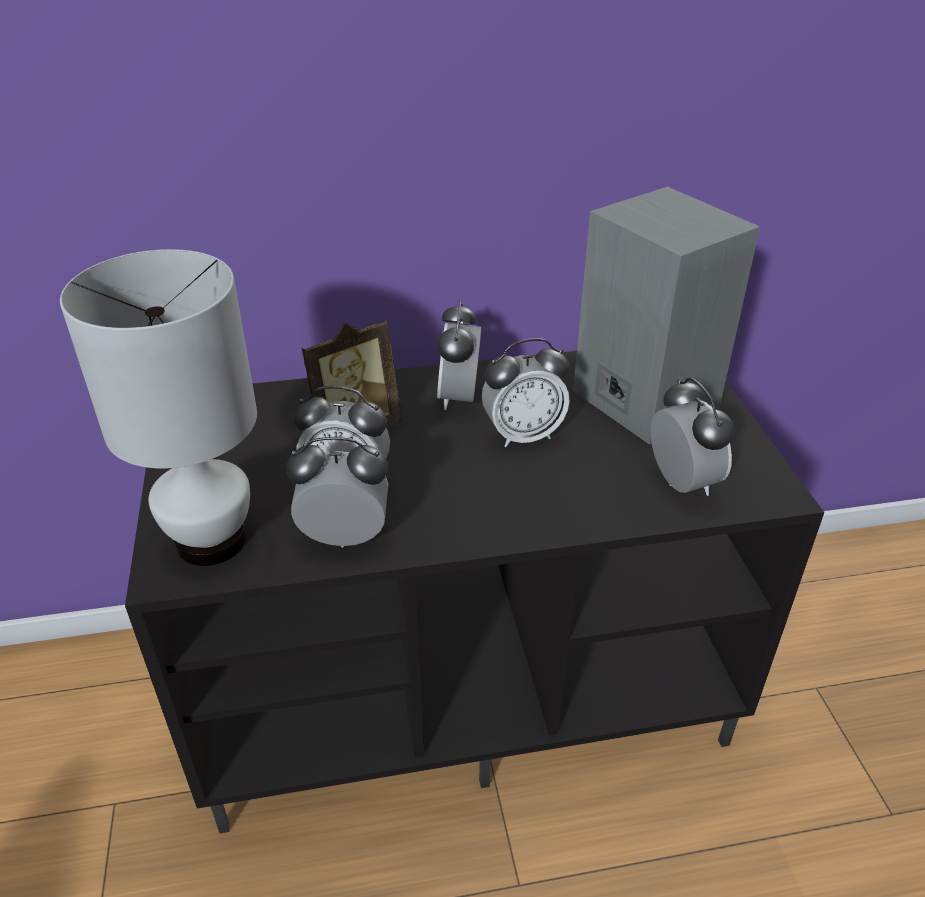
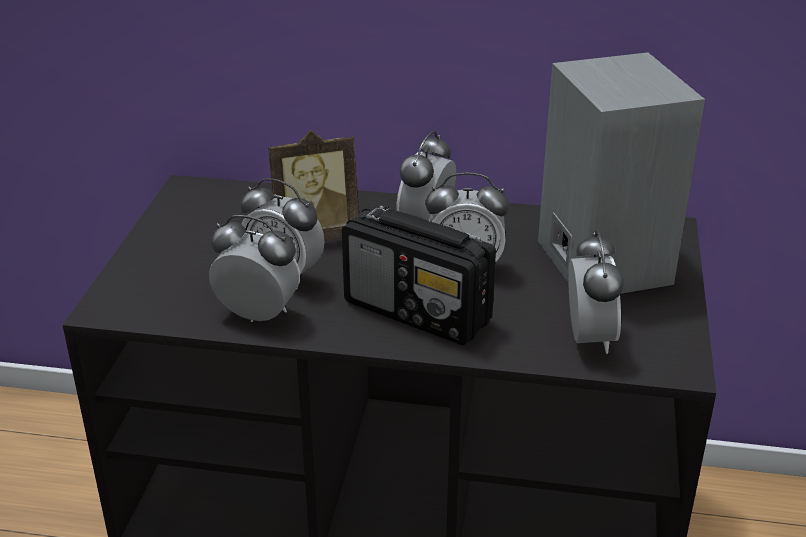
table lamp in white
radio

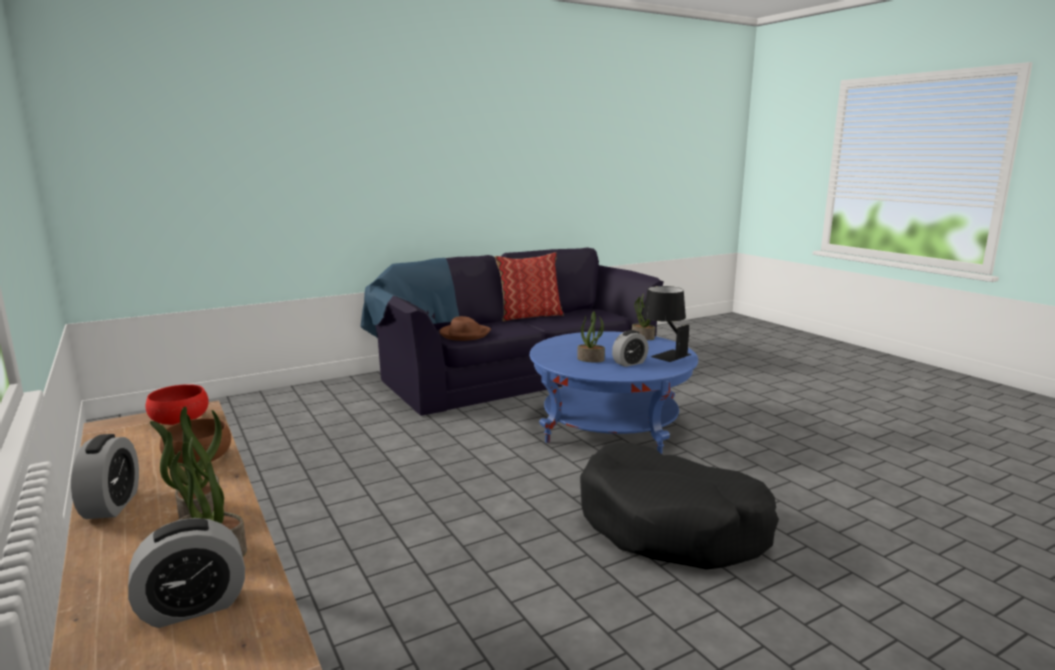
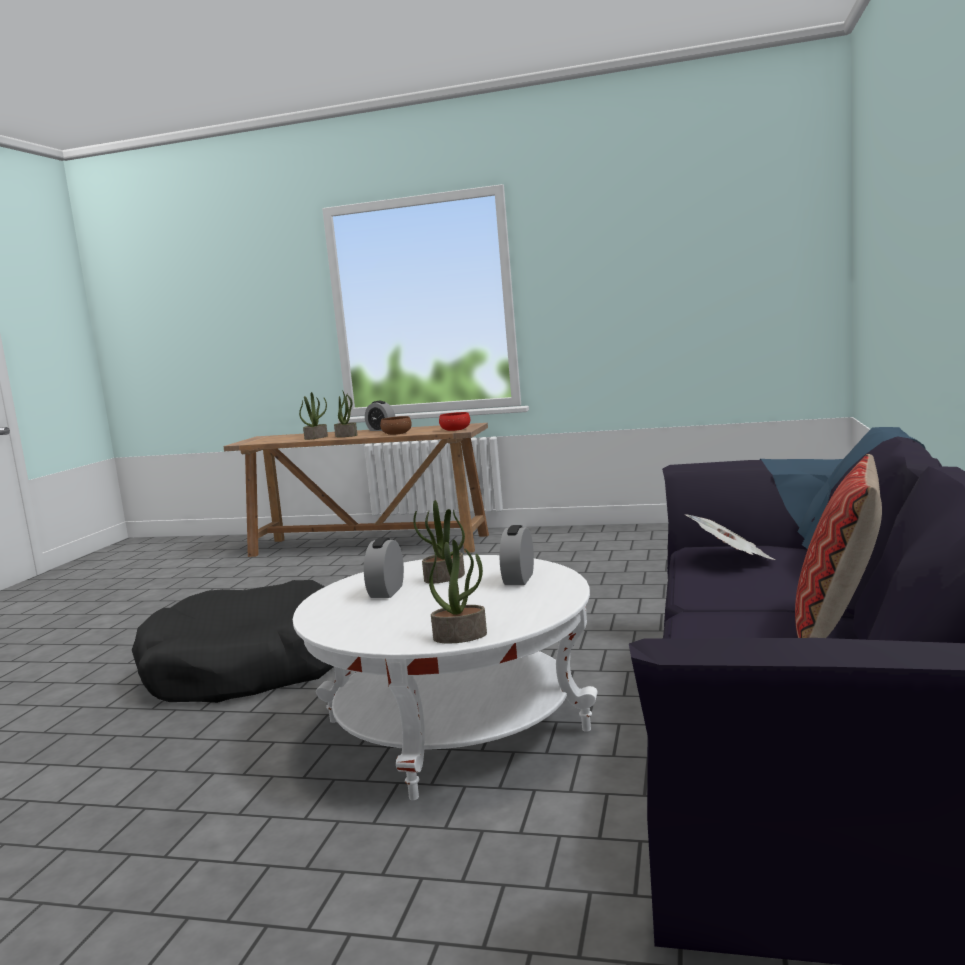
table lamp in black
newspaper
coffee table in white
alarm clock (no. 3 from left)

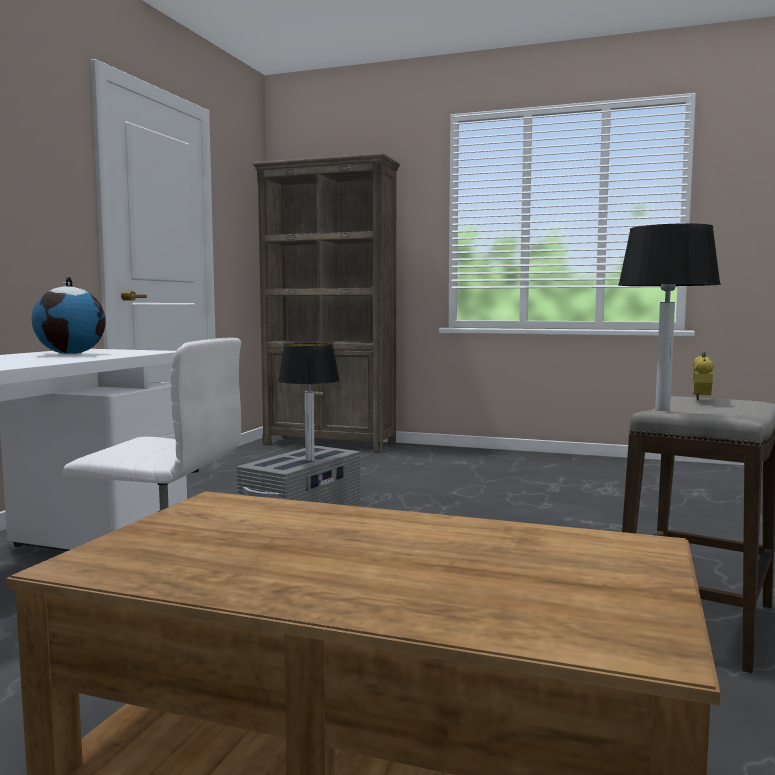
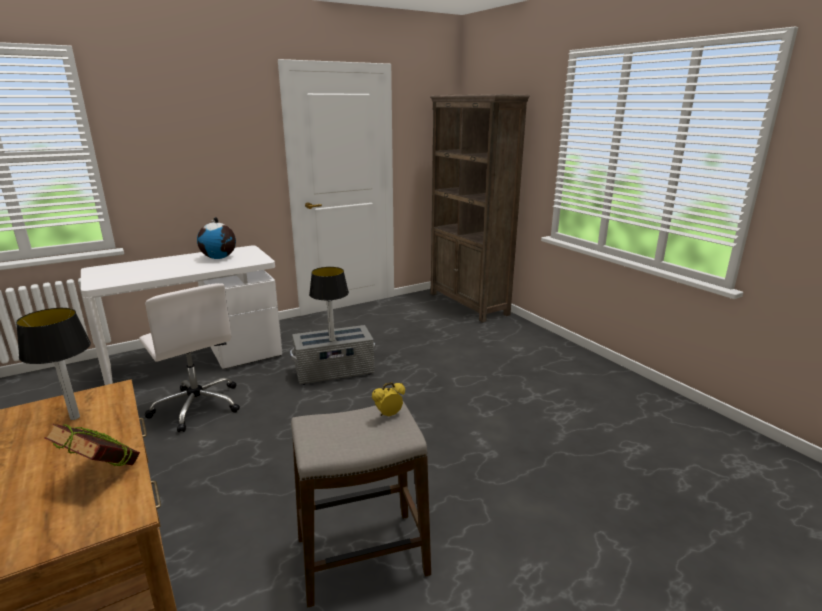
table lamp (no. 1 from left)
book

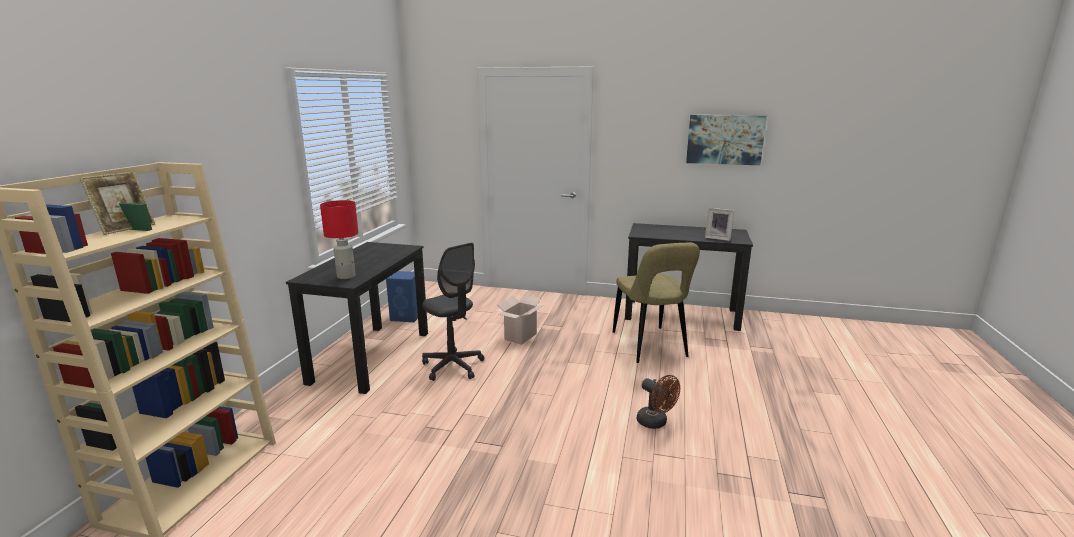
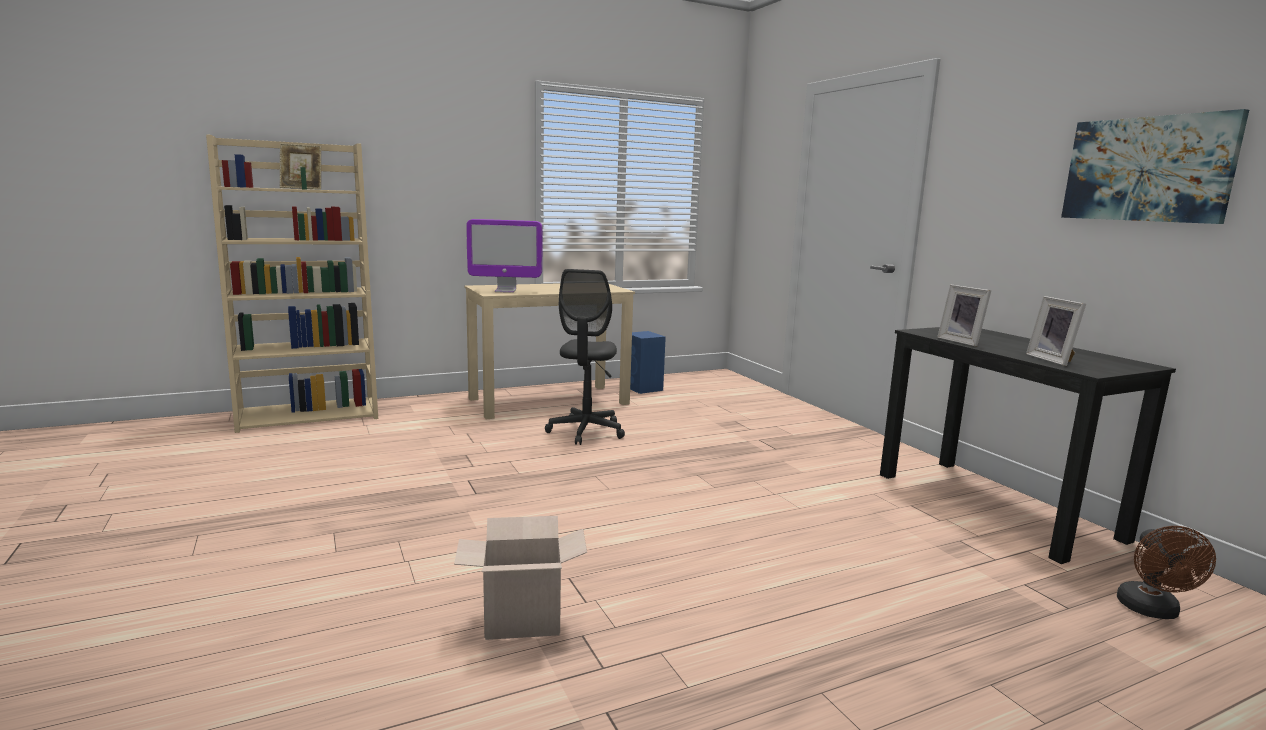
monitor
desk in beige
chair in beige
cardboard box
fan in brown
picture frame (no. 2 from left)

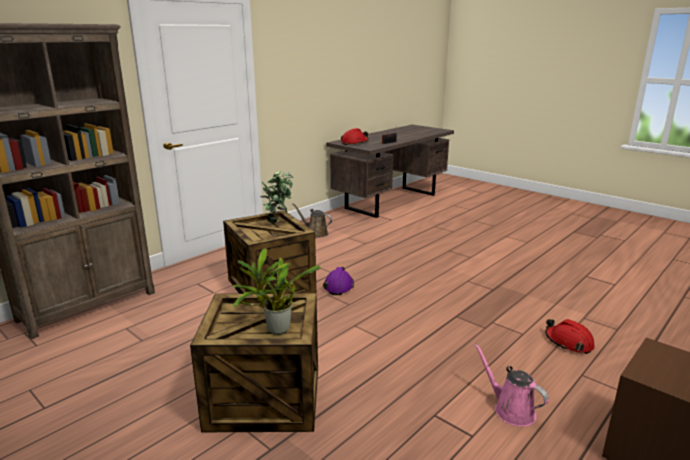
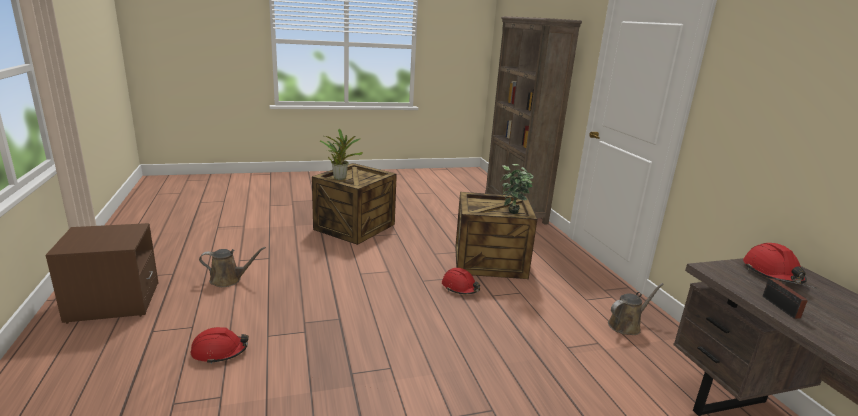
hard hat in red (no. 2 from left)
watering can in brown (no. 1 from left)

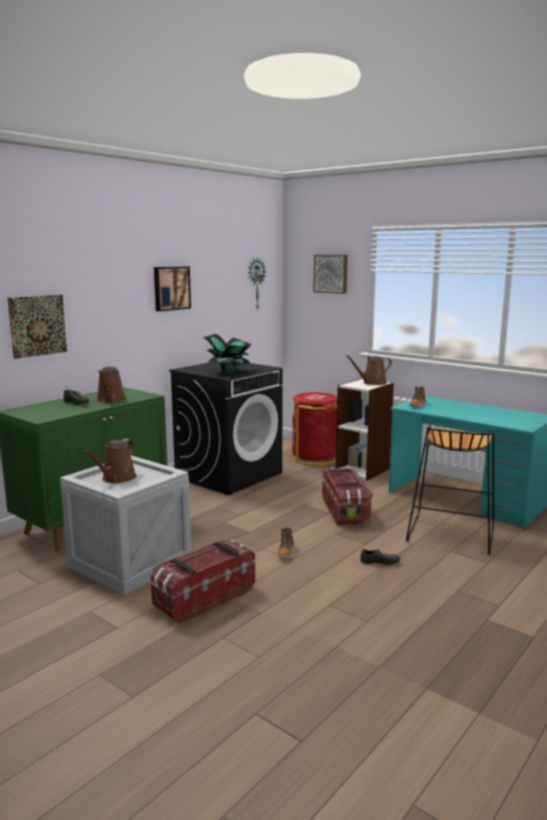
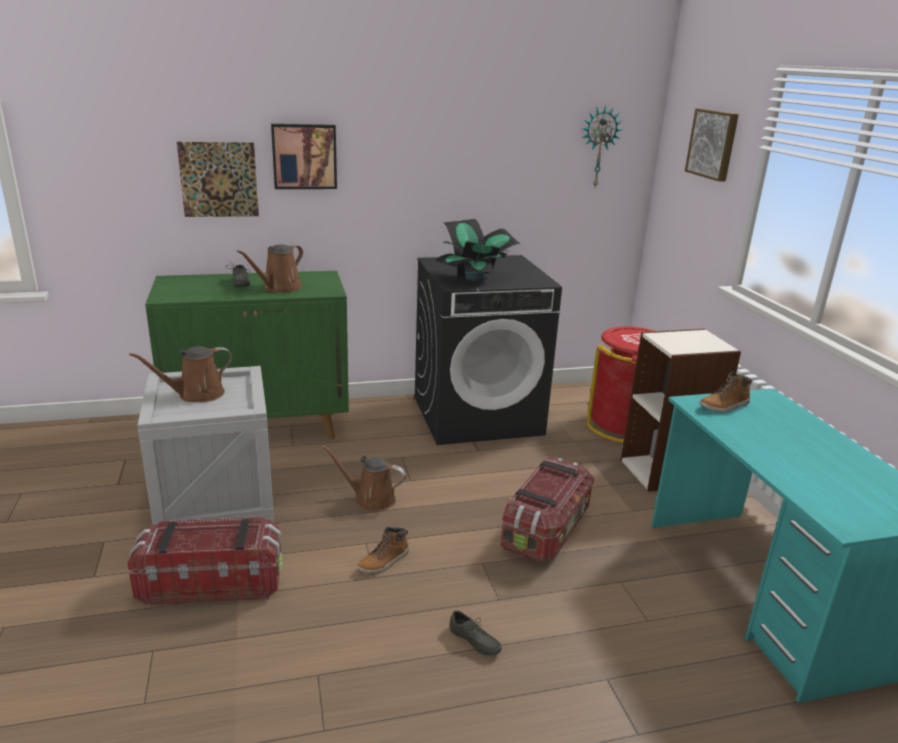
picture (no. 2 from left)
watering can in brown (no. 3 from left)
stool in black

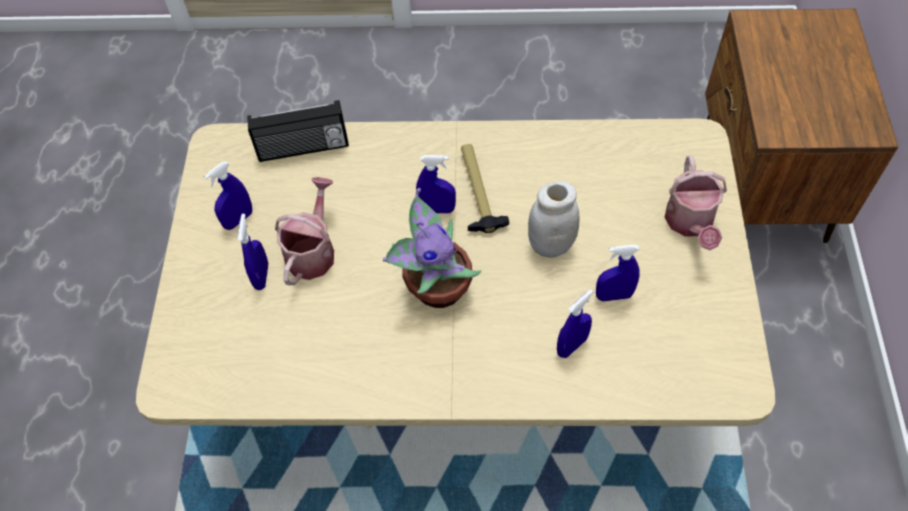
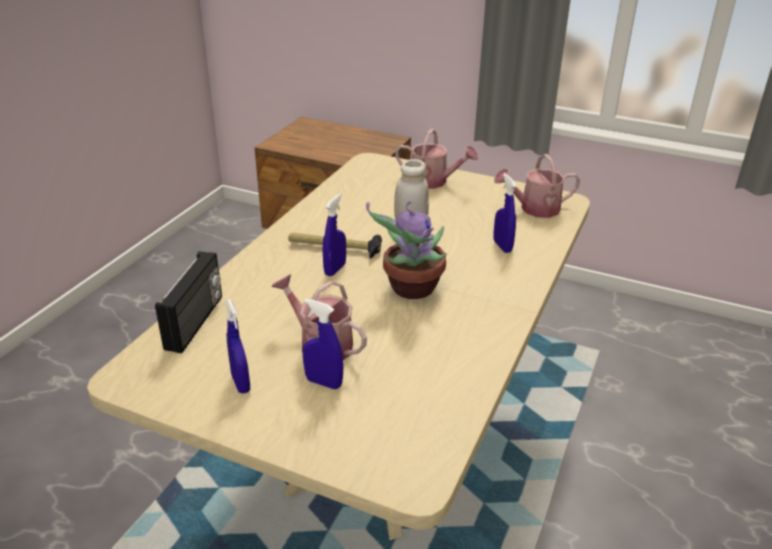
spray bottle in blue (no. 5 from left in the first image)
watering can (no. 3 from left)

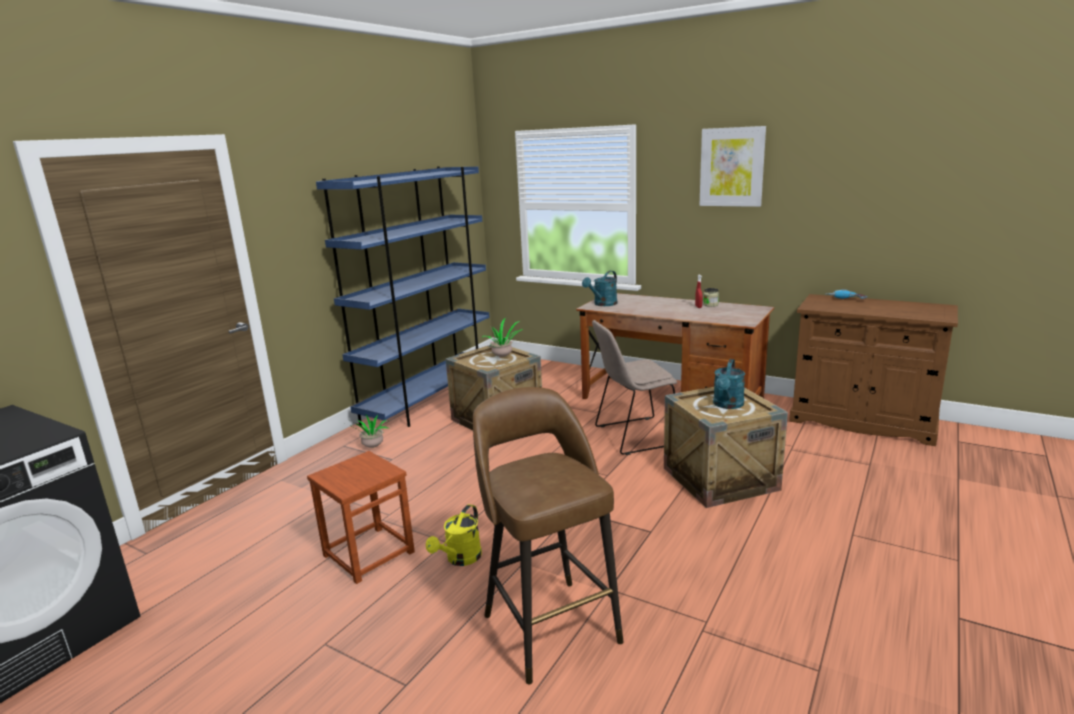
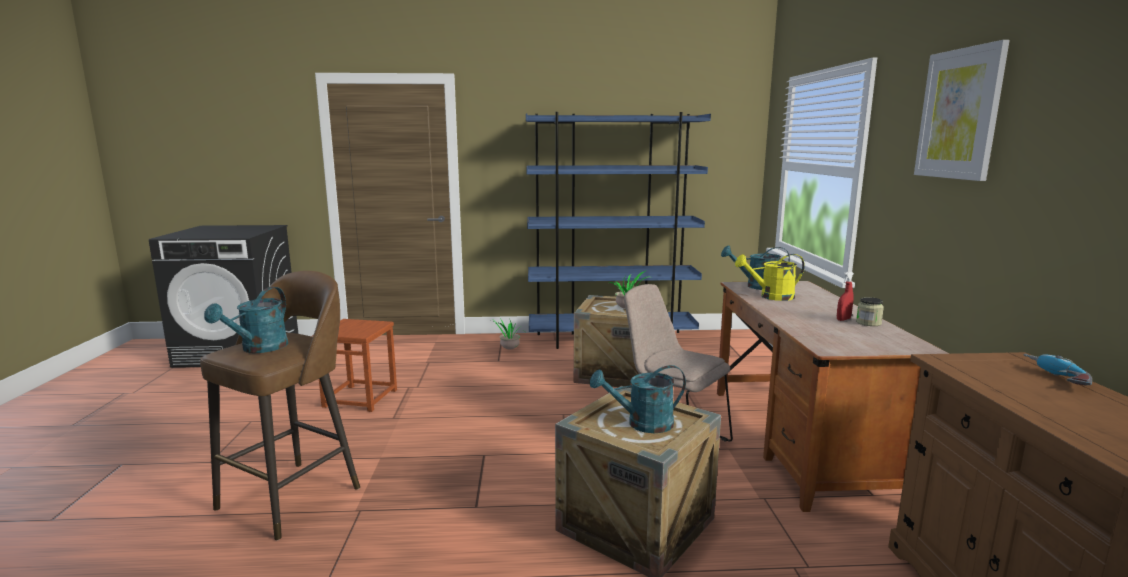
watering can in yellow
watering can in turquoise (no. 1 from left)

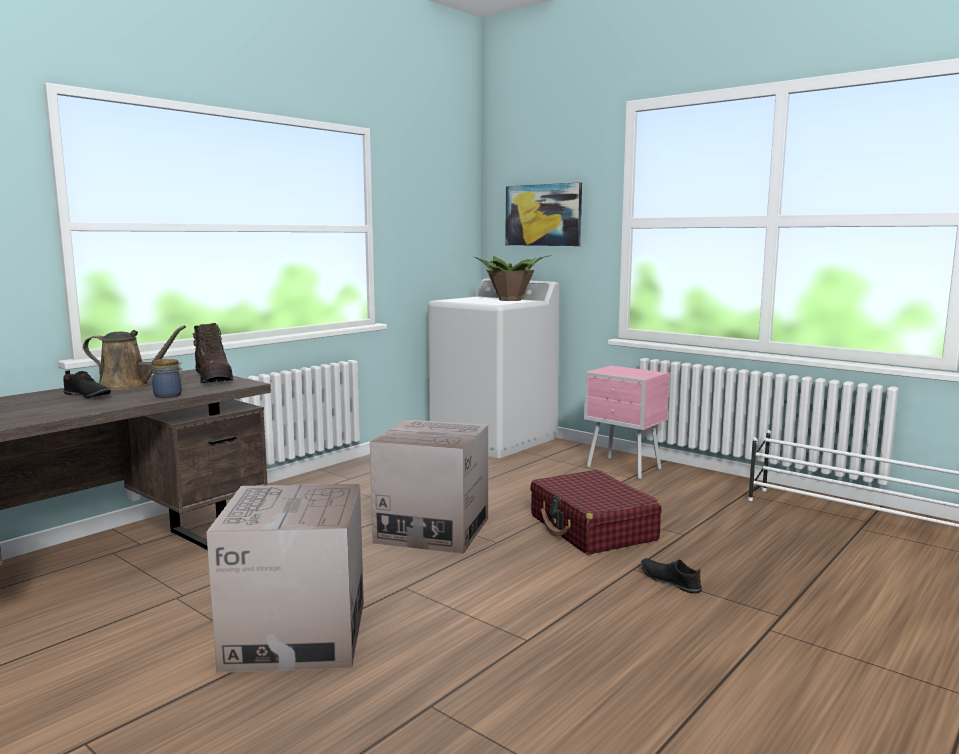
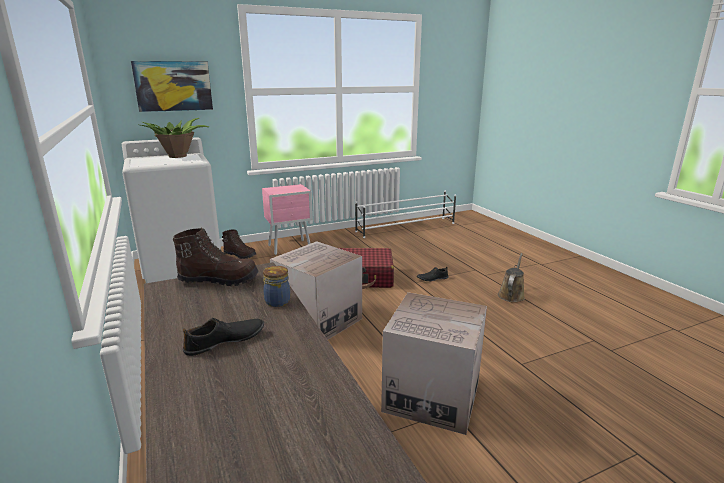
watering can in brown
boot in brown (no. 2 from left)

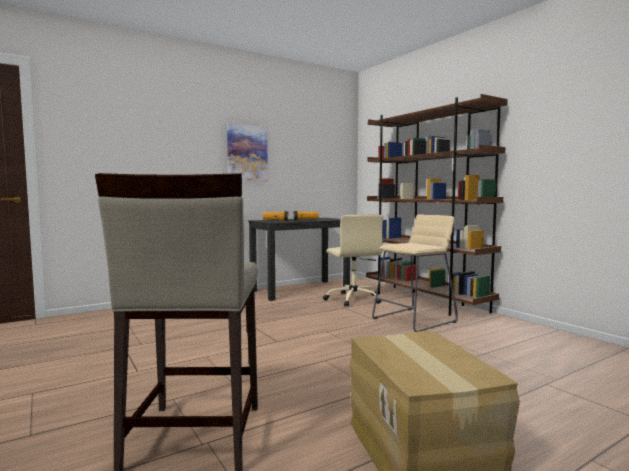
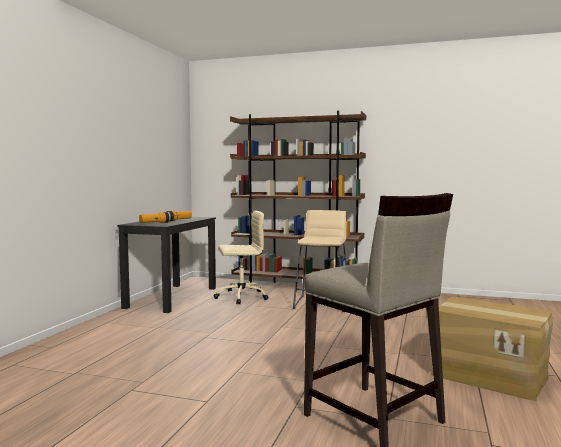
picture
office chair in beige

